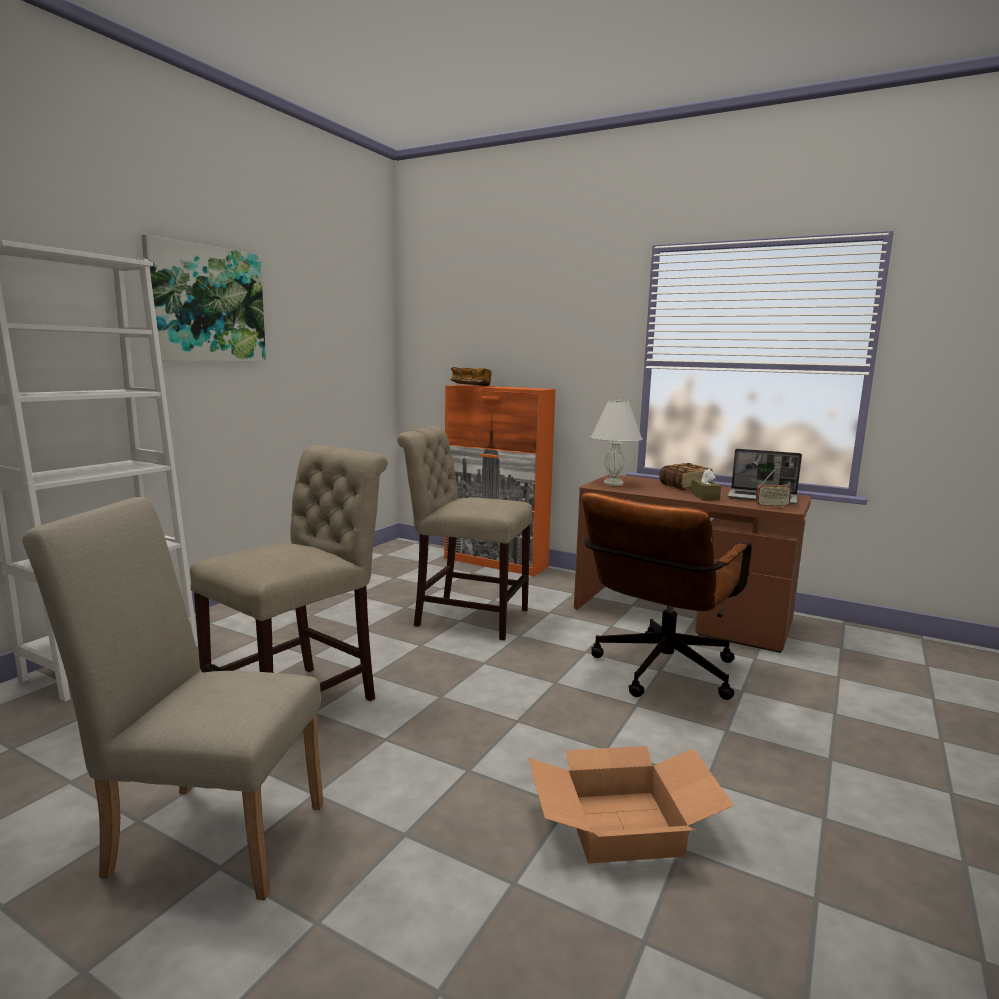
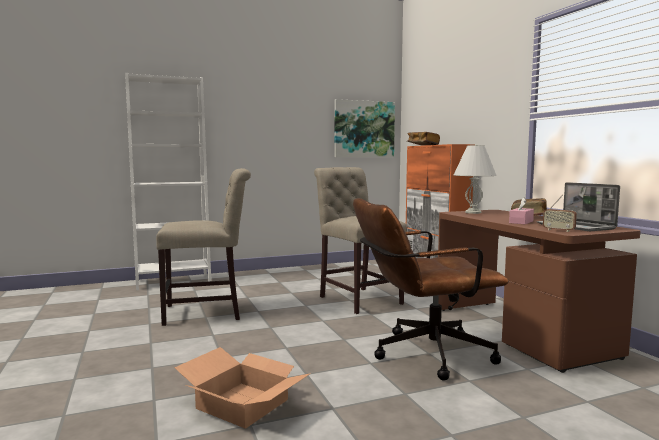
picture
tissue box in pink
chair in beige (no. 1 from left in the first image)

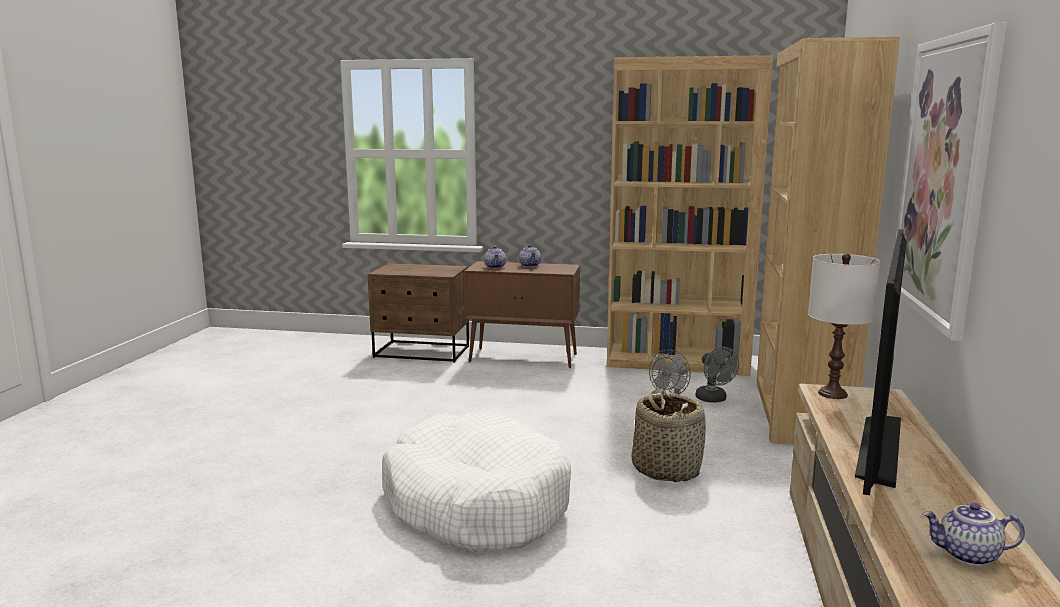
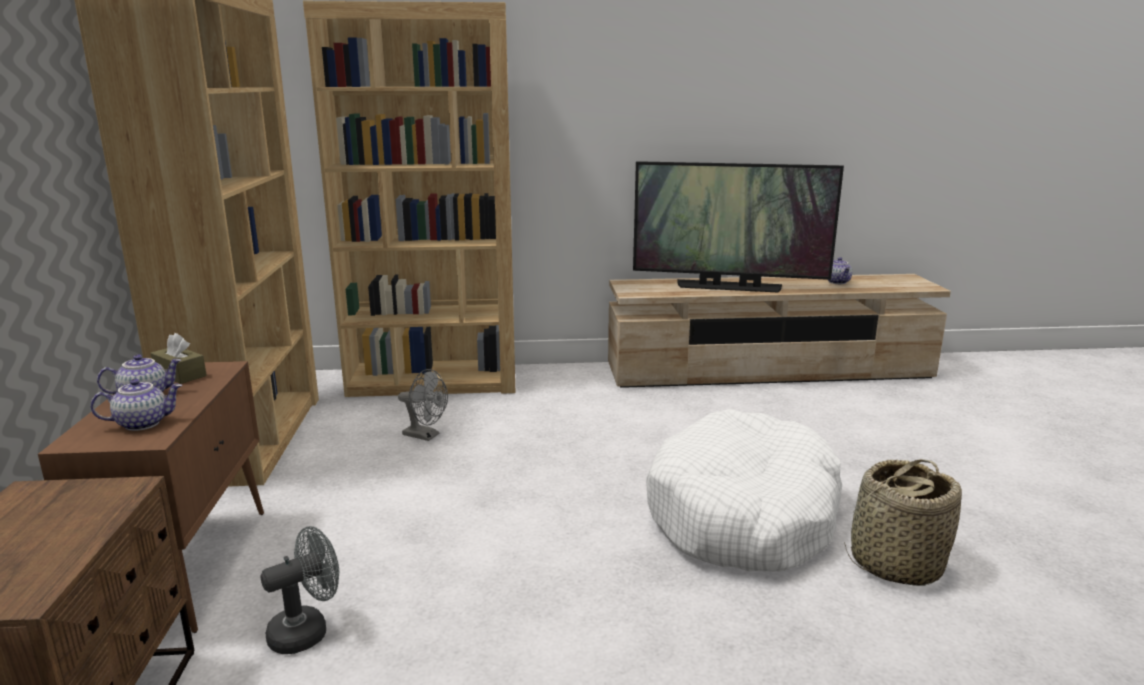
picture
table lamp in white
fan in grey (no. 1 from left)
basket
tissue box in brown

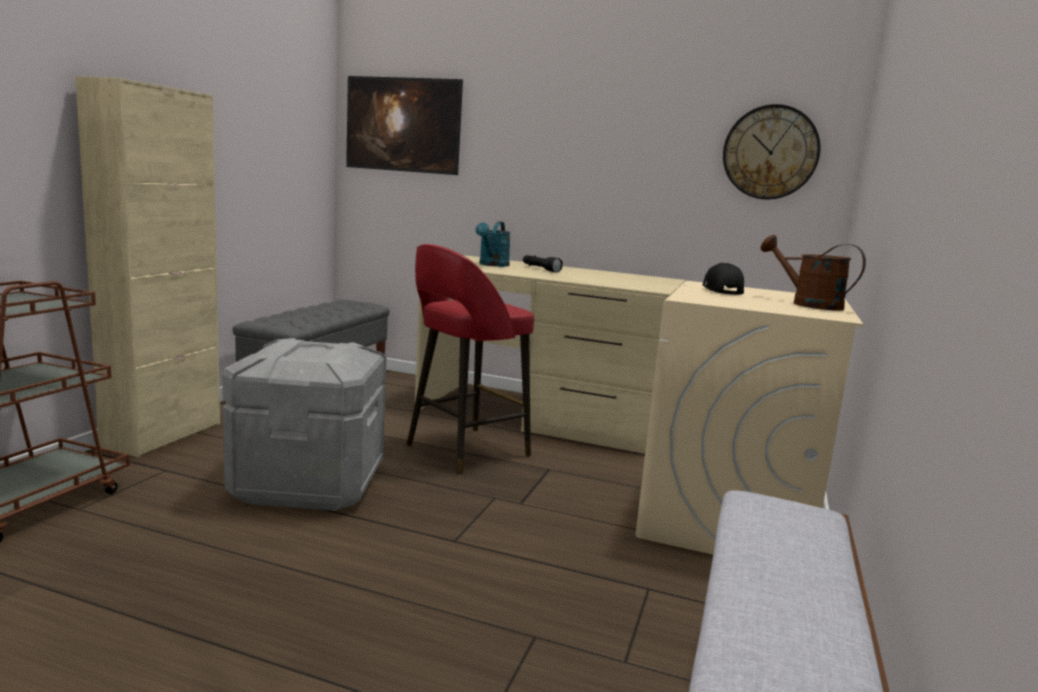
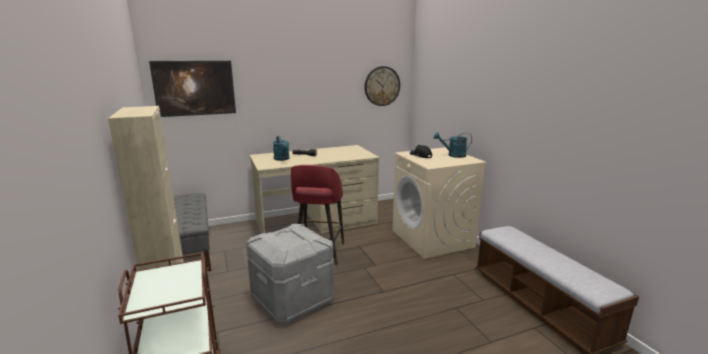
watering can in turquoise (no. 2 from left)

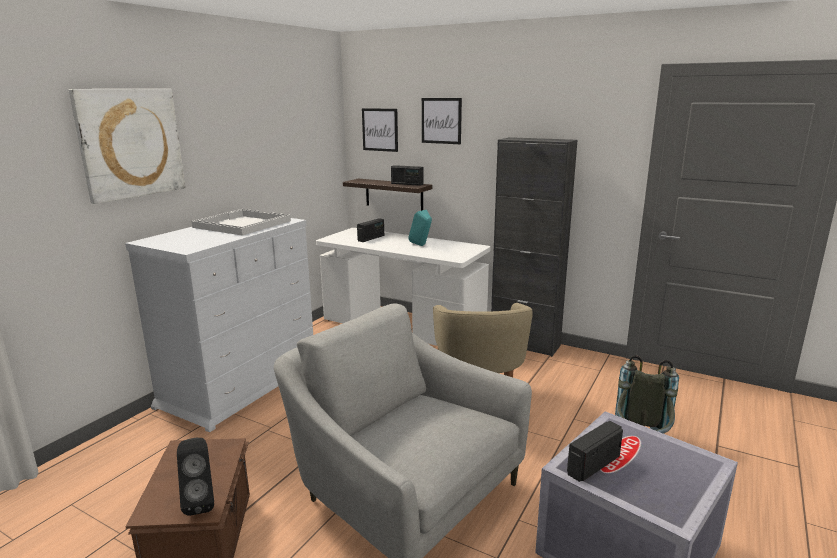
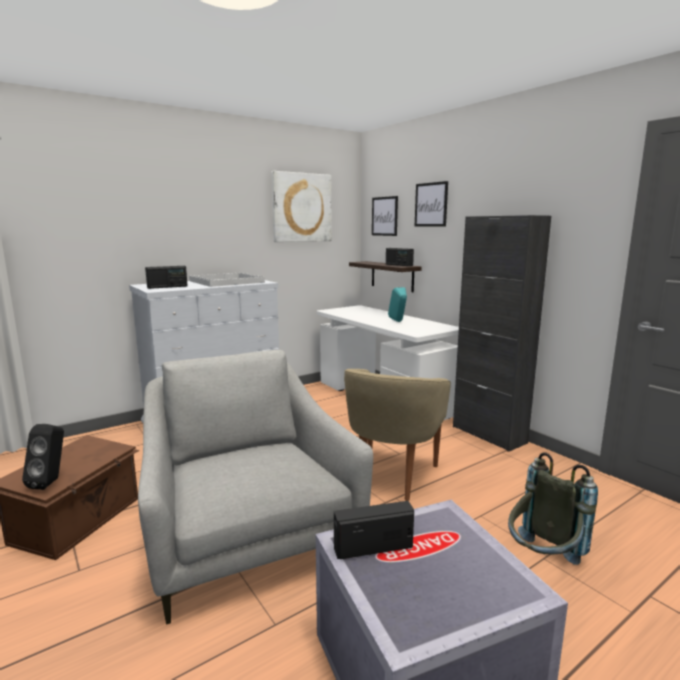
picture (no. 1 from left)
radio (no. 1 from left)

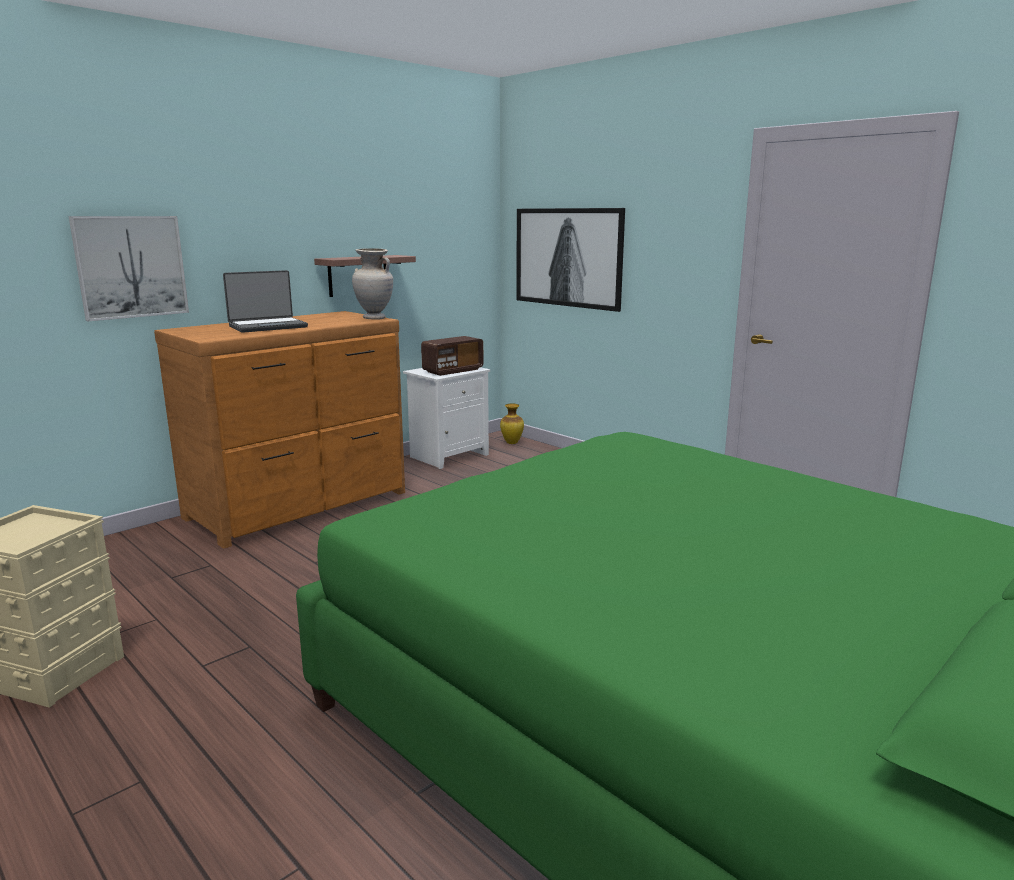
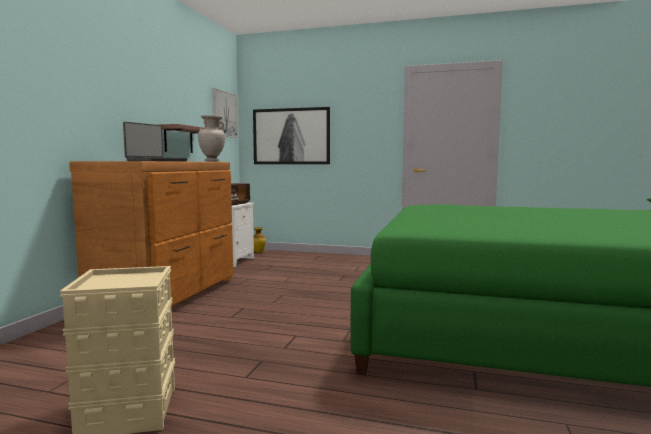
picture (no. 1 from left)

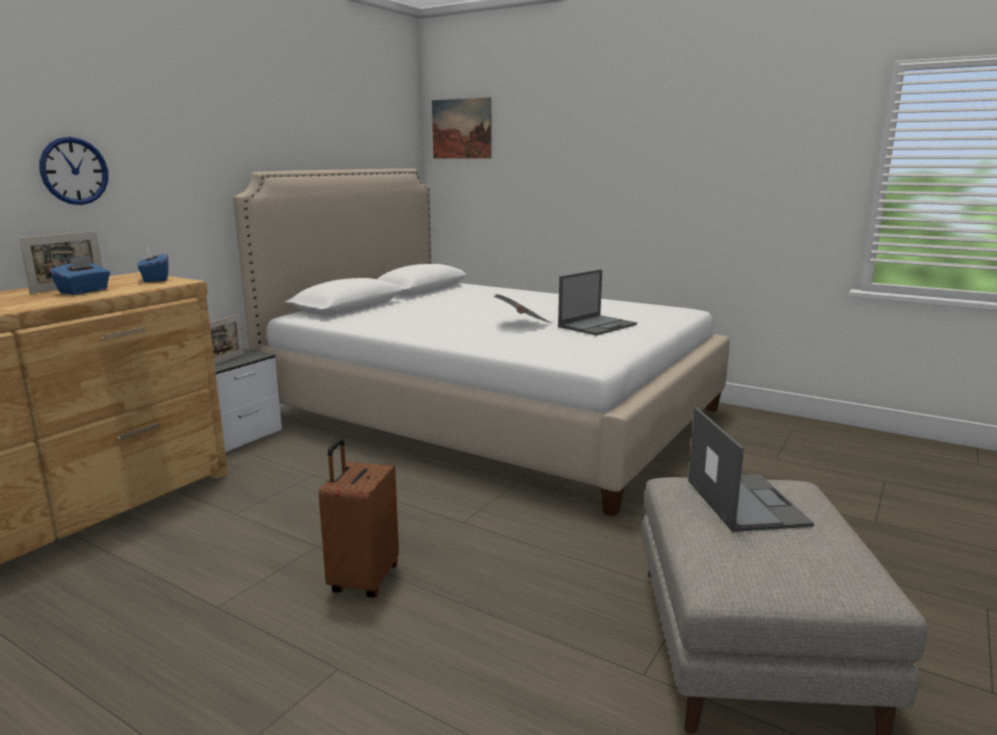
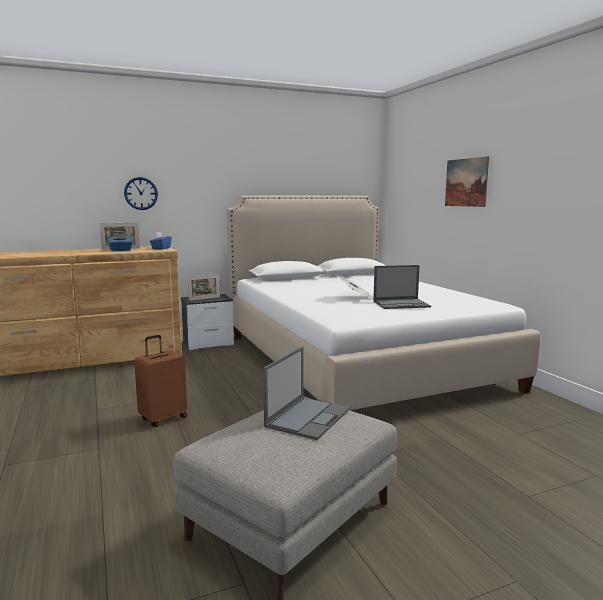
picture

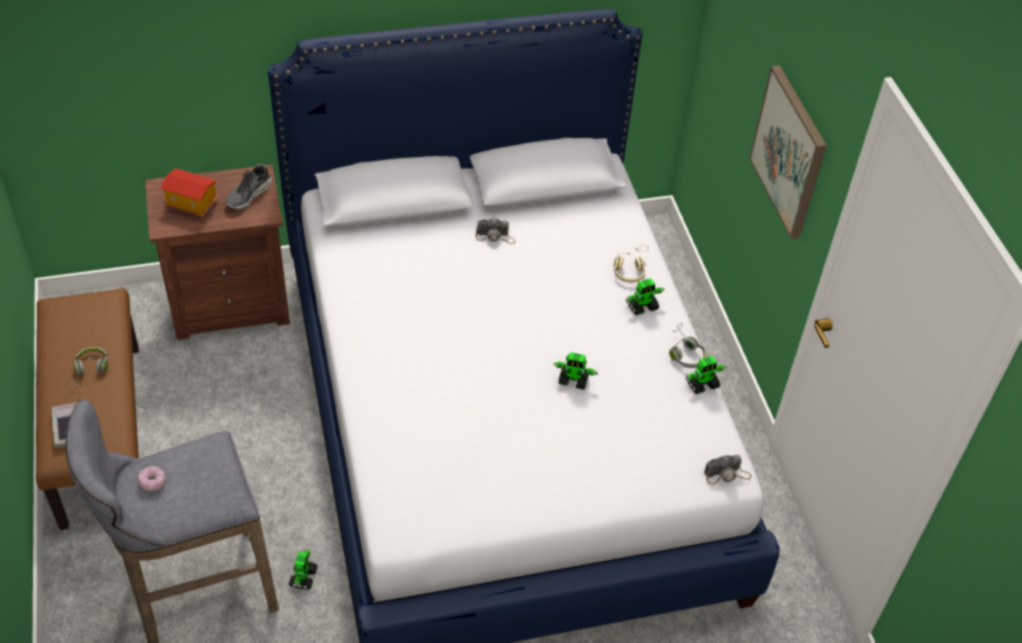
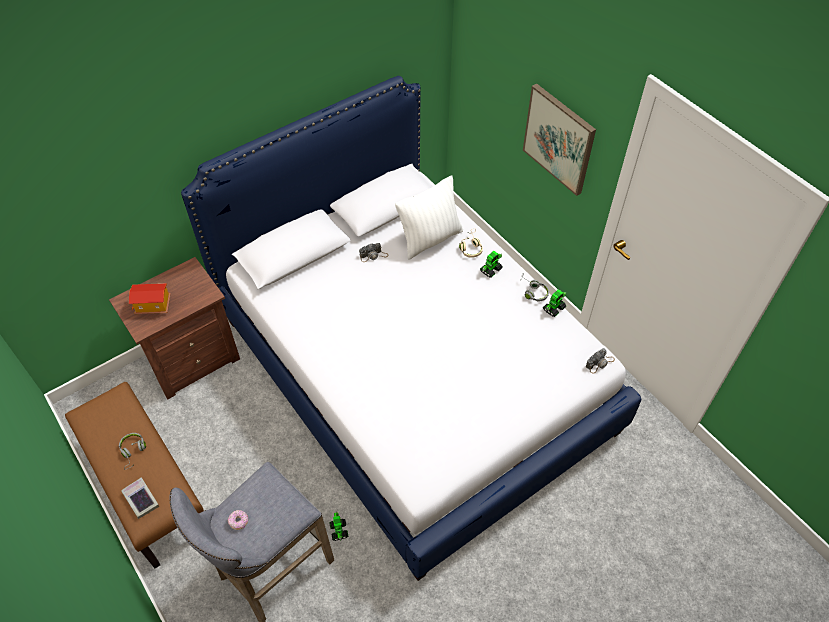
shoe
toy robot (no. 2 from left in the first image)
pillow in white

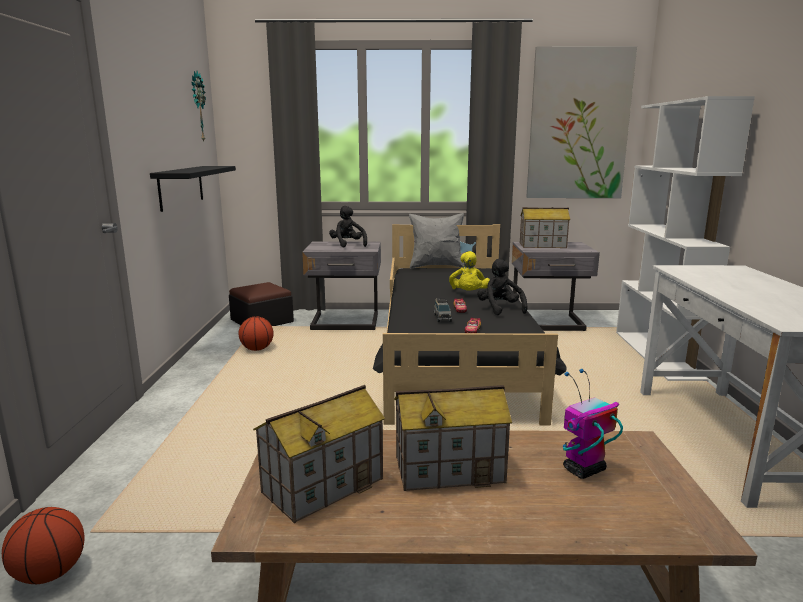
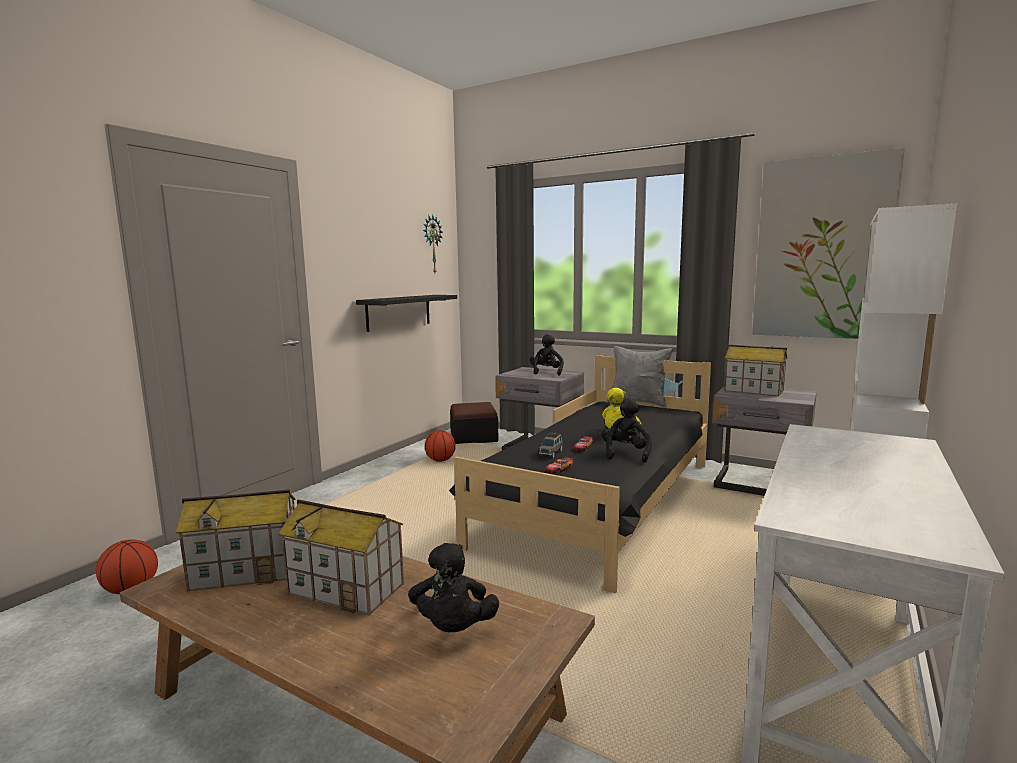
plush toy in black (no. 1 from left)

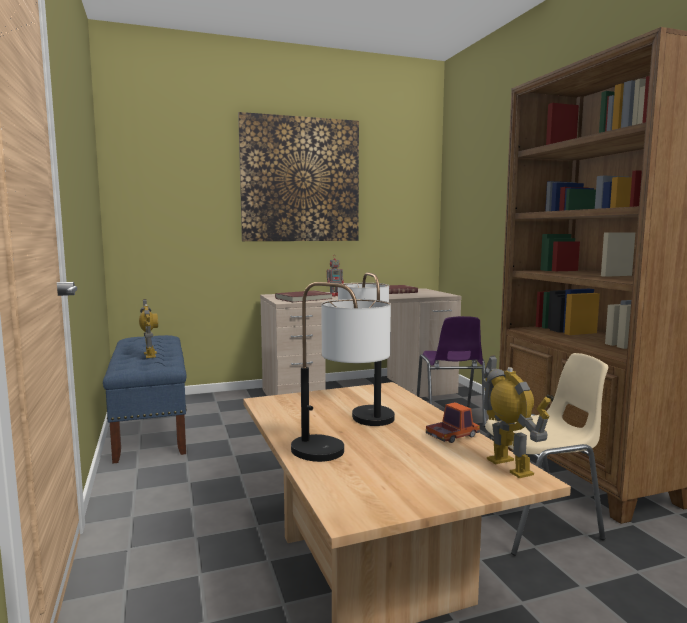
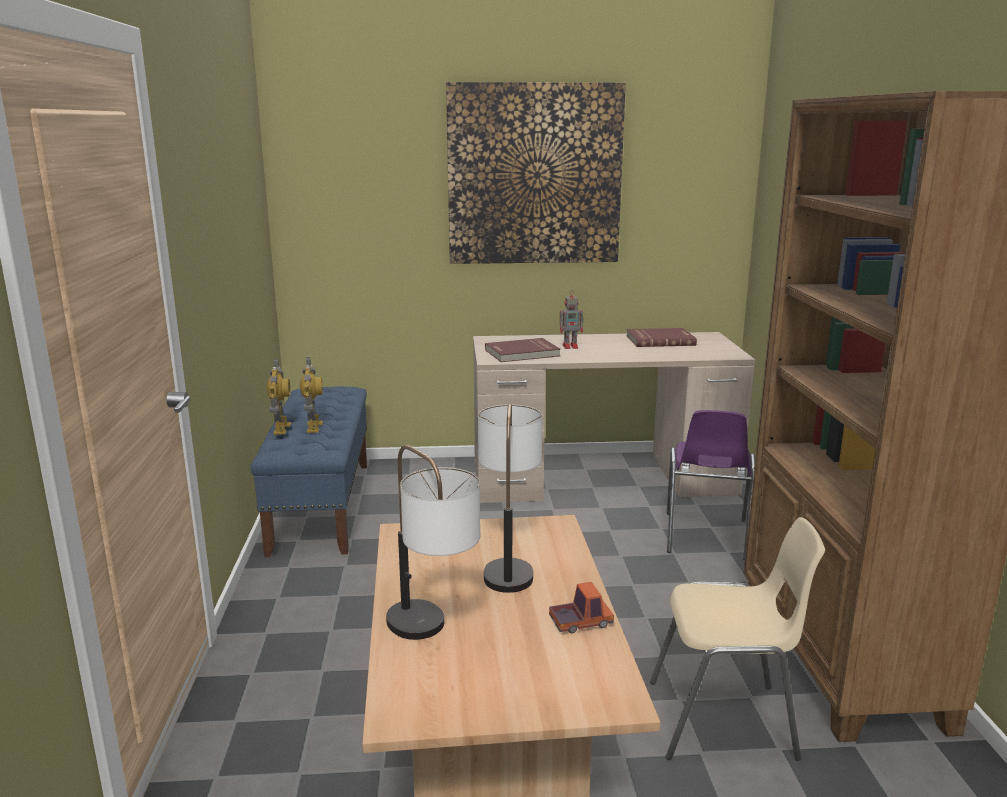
toy robot (no. 1 from left)

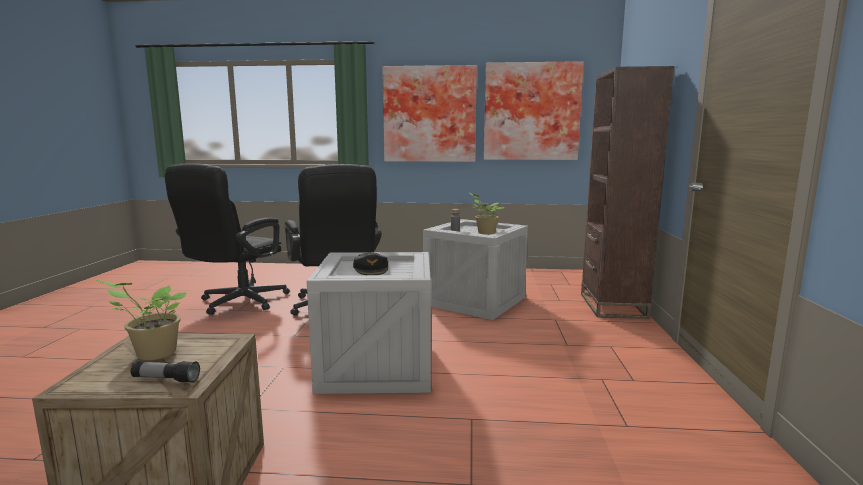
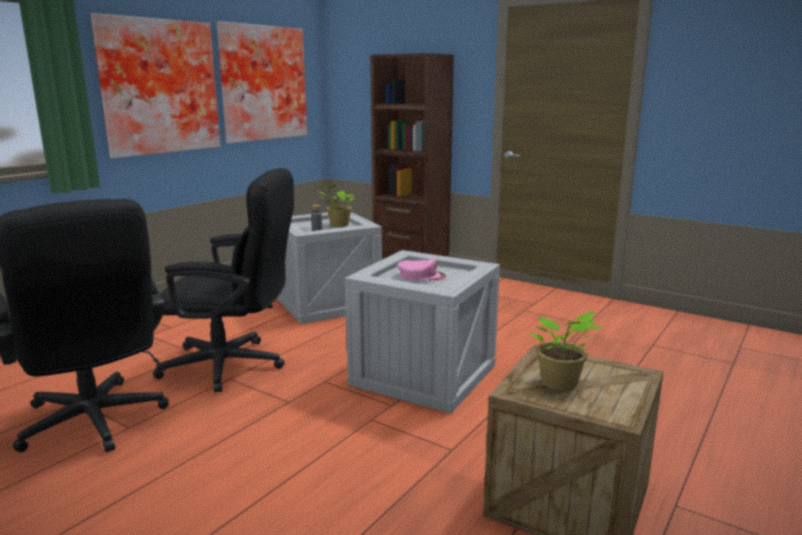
cap in pink
flashlight

